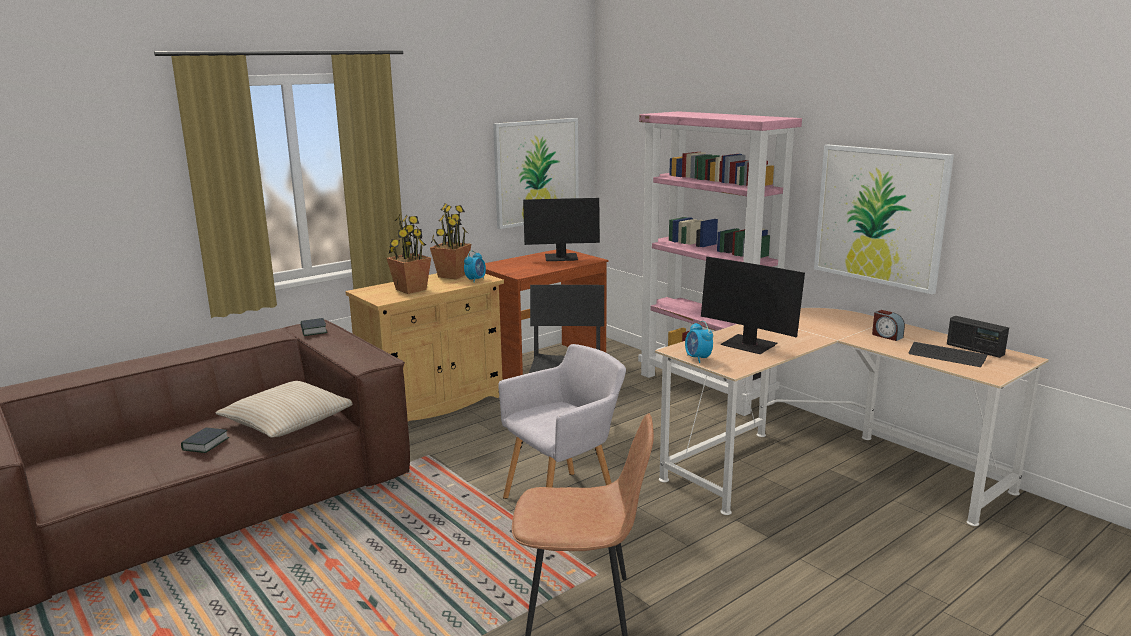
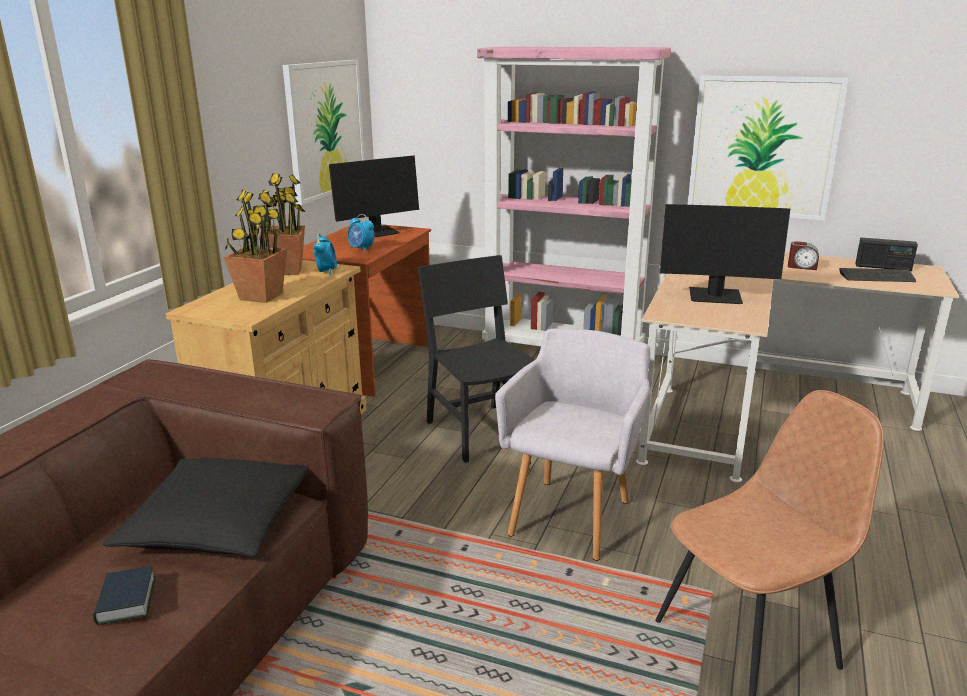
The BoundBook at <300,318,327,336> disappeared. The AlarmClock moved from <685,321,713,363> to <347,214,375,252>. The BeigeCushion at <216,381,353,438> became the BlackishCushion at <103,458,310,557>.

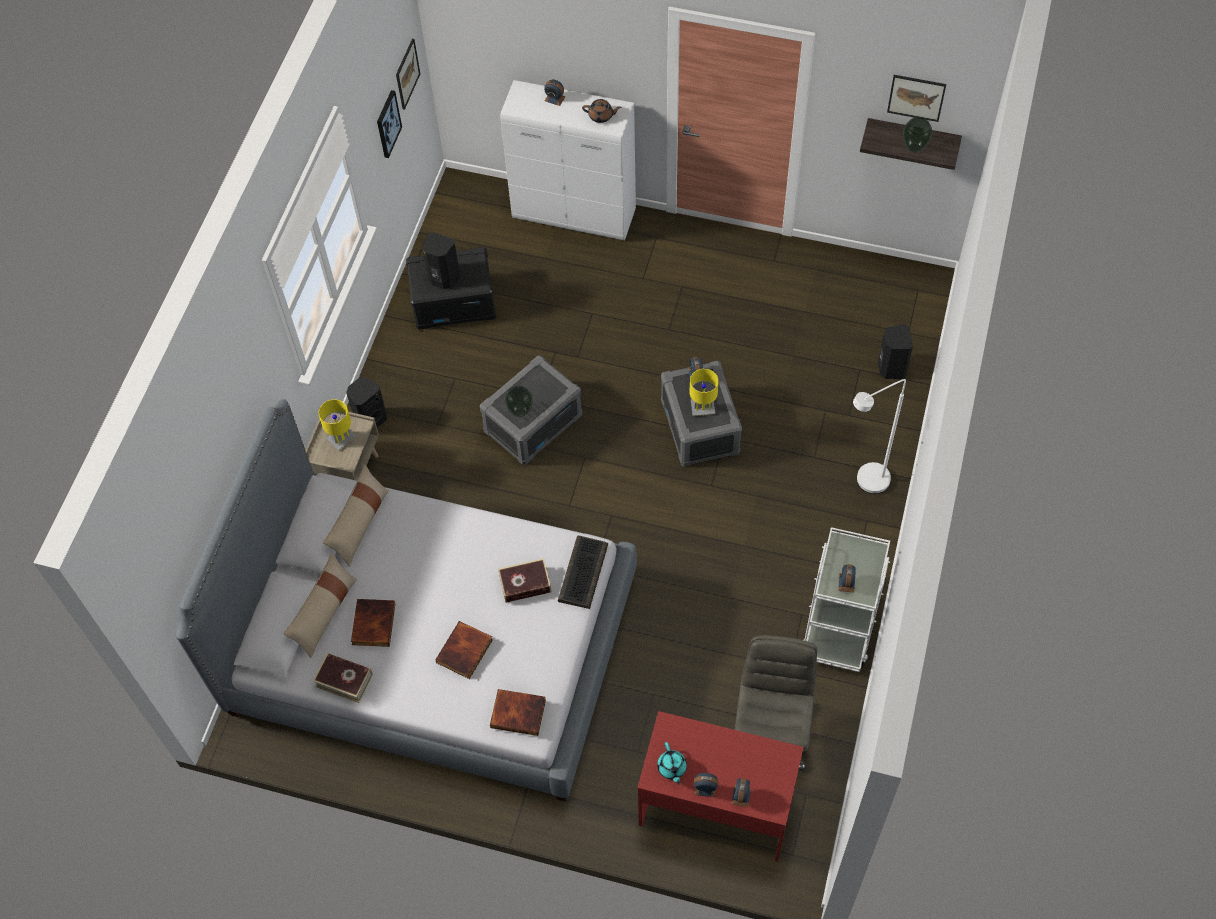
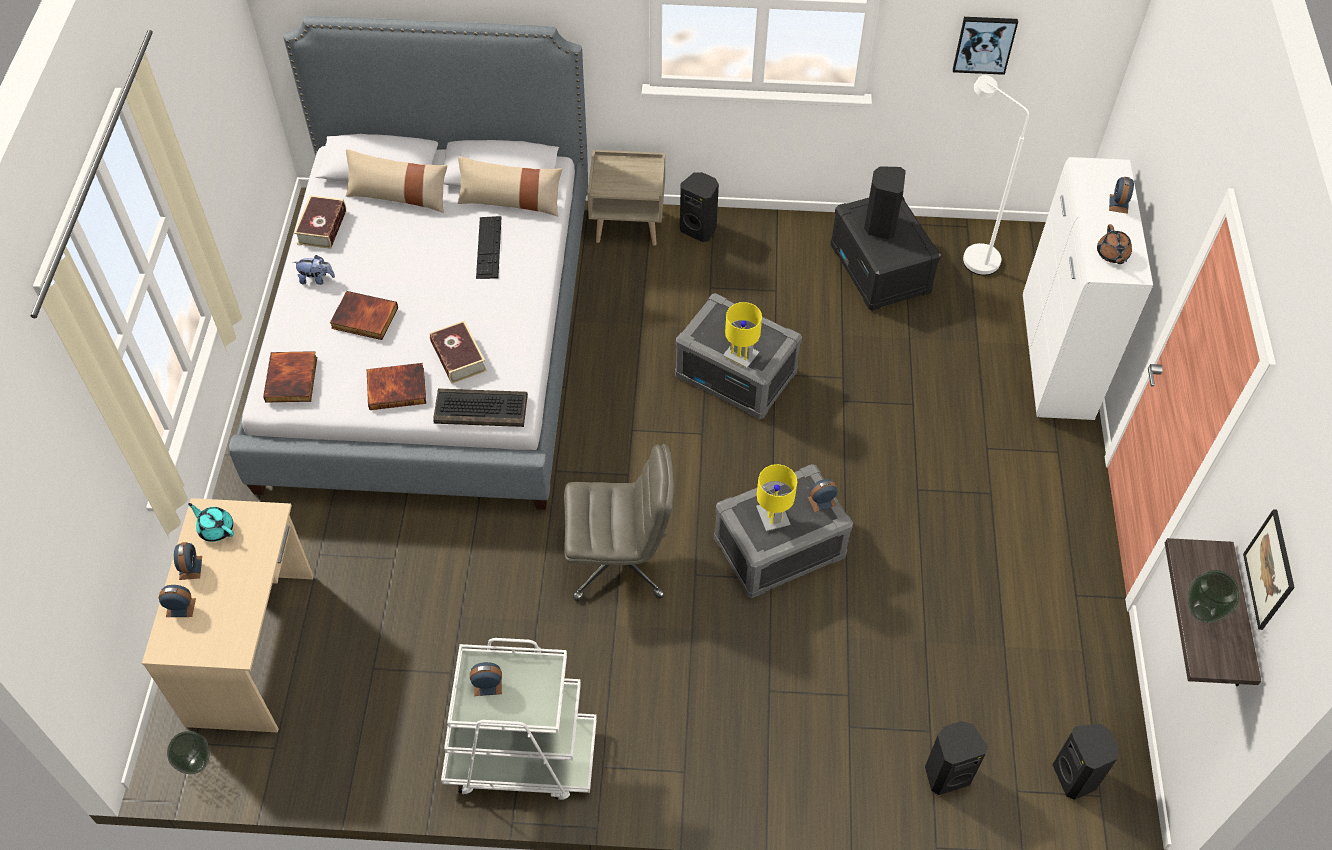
The WallPicture at <396,39,420,110> disappeared. The WhitishStandardLamp moved from <853,379,906,494> to <963,75,1029,275>. The DecorativeVase moved from <505,386,533,417> to <167,731,210,774>. The YellowishTableLamp moved from <318,399,356,450> to <723,302,762,368>. The BoundBook moved from <351,599,395,647> to <367,363,426,410>. The GreyishDeskChair moved from <735,635,817,771> to <564,444,674,601>. The ReddishDeskTable at <637,711,804,862> became the BeigeDeskTable at <142,498,314,733>. The TurquoiseTeaPot at <657,742,687,785> turned 60 degrees clockwise. The Keyboard at <476,216,502,279> appeared. The SoftToy at <293,255,335,285> appeared. The BlackishSpeaker at <1053,724,1119,800> appeared.

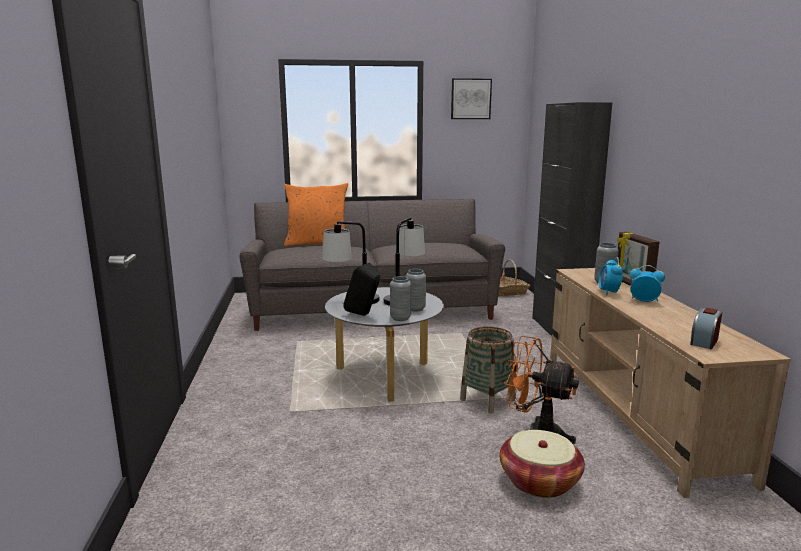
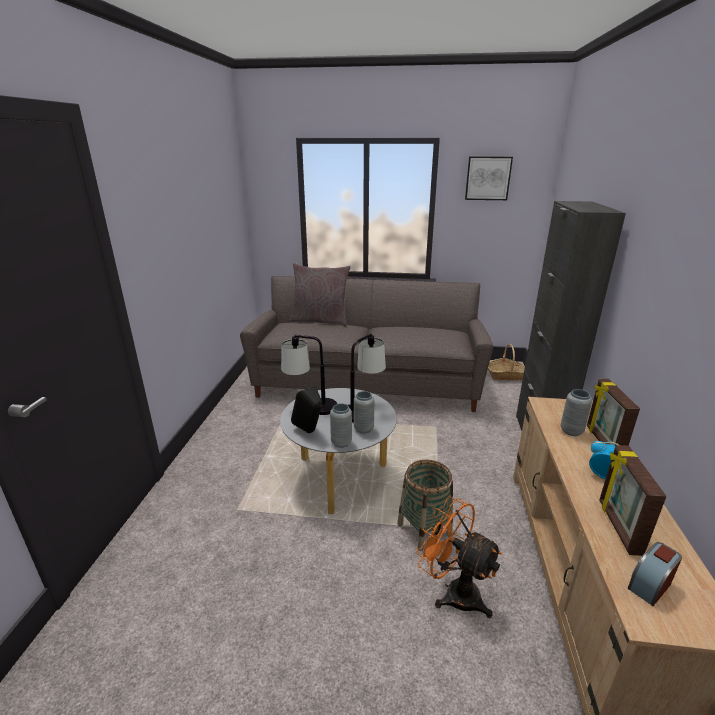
The OrangeColouredCushion at <284,183,348,247> became the GreyishCushion at <289,263,351,326>. The AlarmClock at <599,257,623,296> disappeared. The HouseholdBasket at <500,430,585,498> disappeared. The PictureFrame at <599,445,667,556> appeared.

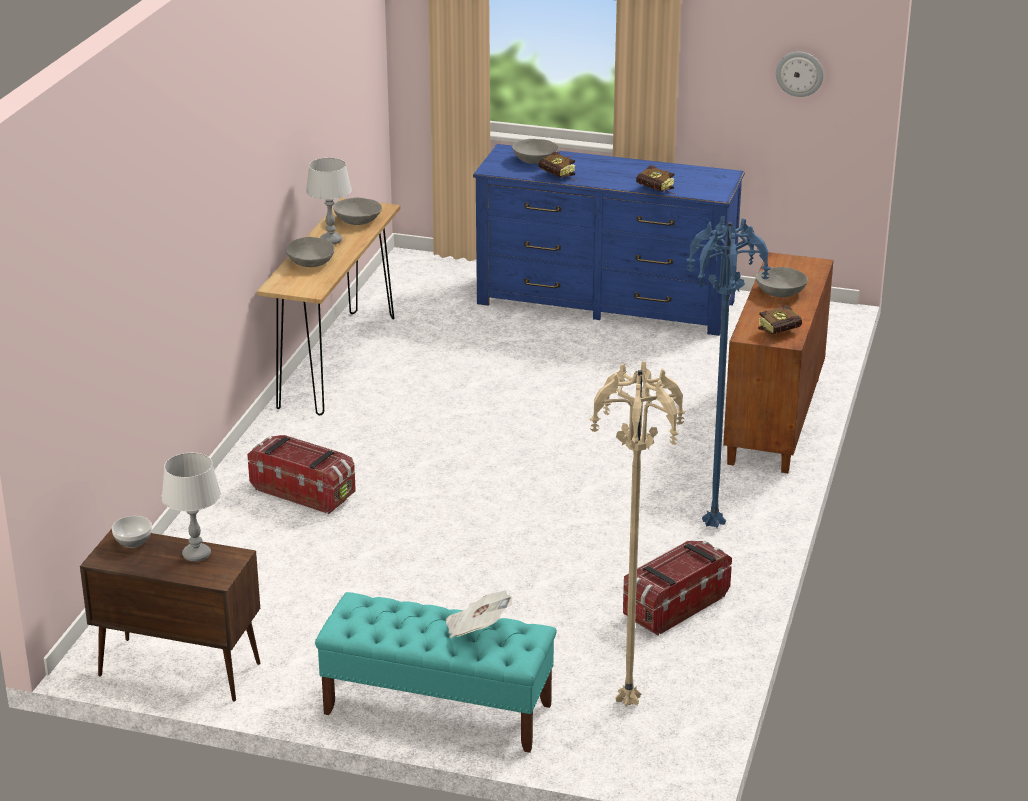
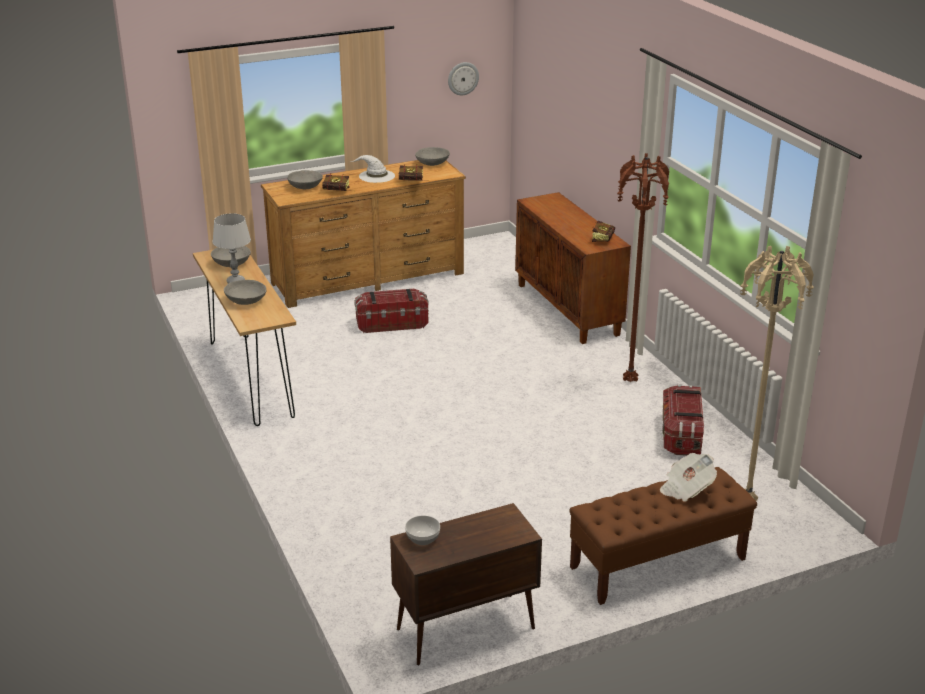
The BlueDresser at <473,144,745,336> became the BrownishDresser at <261,160,466,308>. The BlueStandardLamp at <686,216,771,528> became the BrownishStandardLamp at <617,153,669,382>. The GreyishBowl moved from <756,267,808,297> to <415,147,450,166>. The StorageBin moved from <247,435,356,514> to <354,289,429,333>. The GreyishTableLamp at <161,453,221,562> disappeared. The TurquoiseIndoorBench at <315,592,557,753> became the BrownishIndoorBench at <569,467,757,605>. The WhitishHat at <351,155,395,183> appeared.

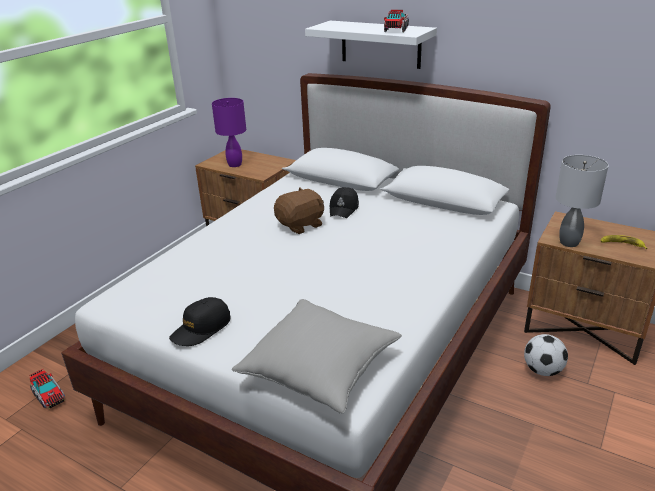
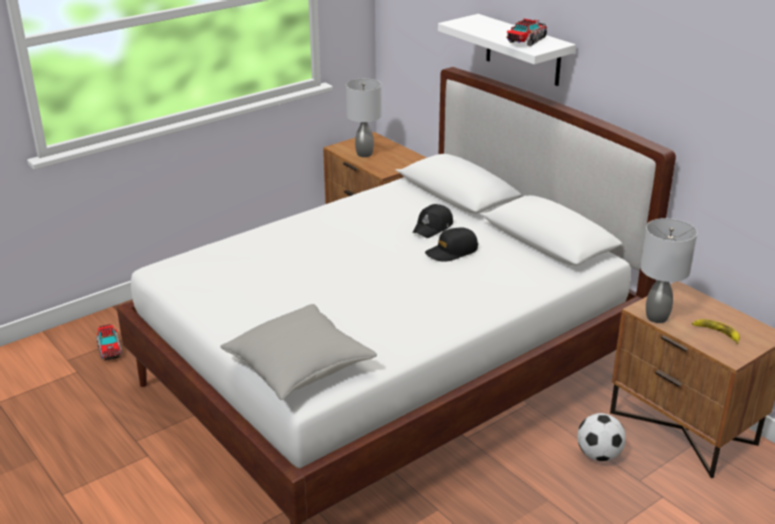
The PurpleColouredTableLamp at <212,98,246,167> became the GreyishTableLamp at <346,79,382,157>. The BrownishSoftToy at <274,187,324,234> disappeared. The BlackishBaseballCap moved from <169,297,231,346> to <425,227,478,262>.

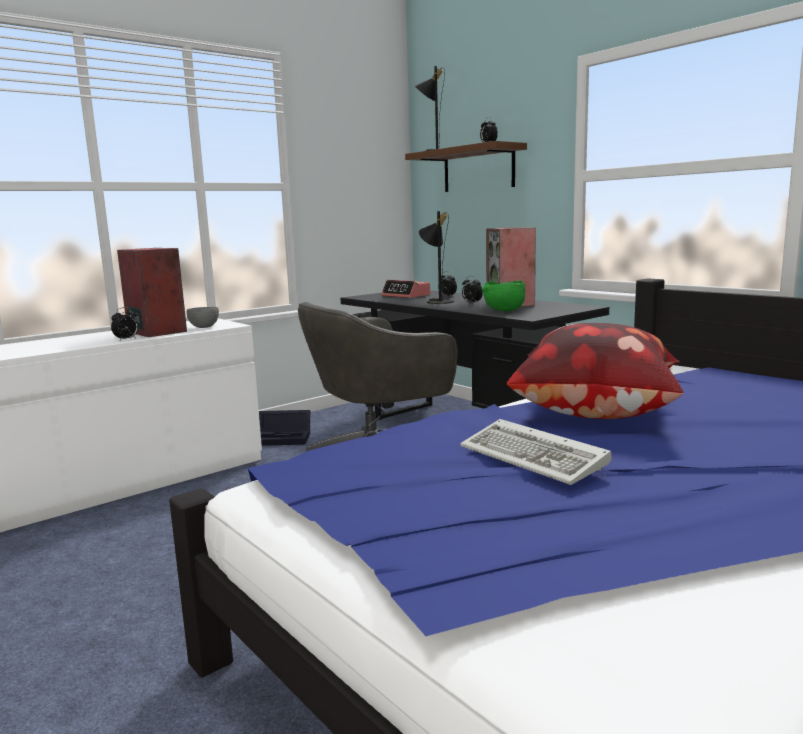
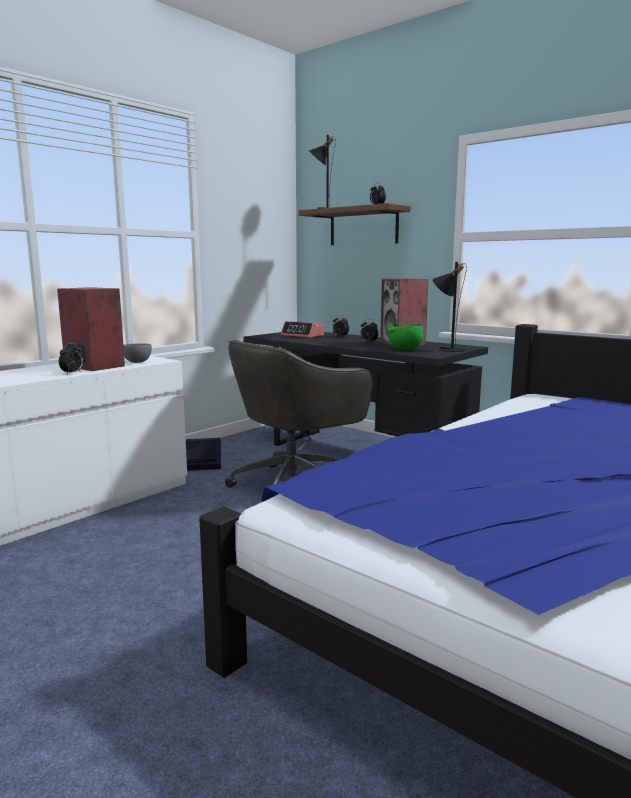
The BlackishTableLamp moved from <419,211,454,304> to <433,262,467,352>. The Cushion at <507,323,683,419> disappeared. The Keyboard at <460,419,612,485> disappeared.

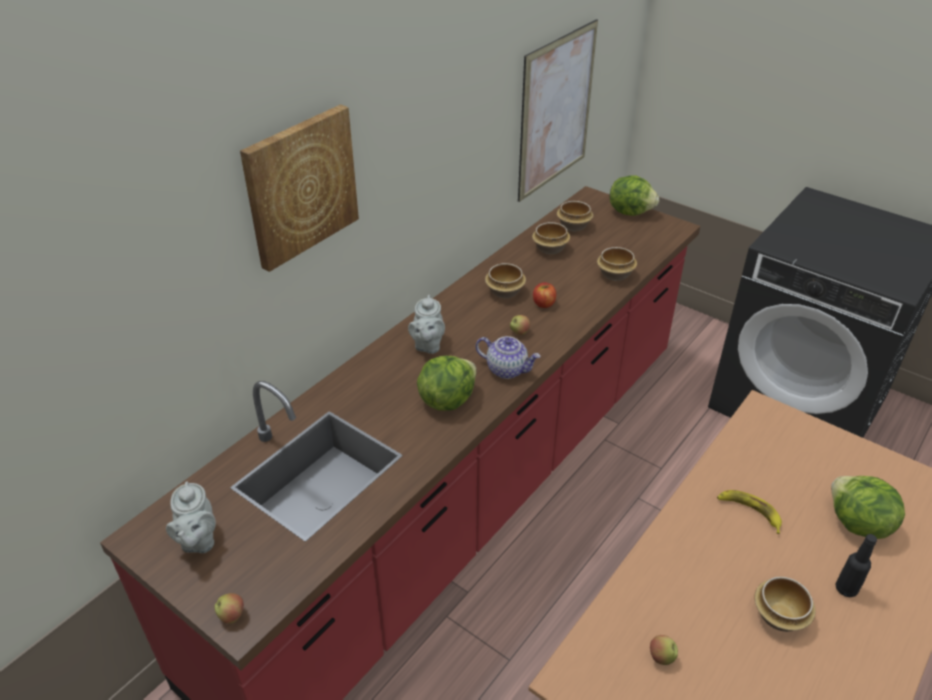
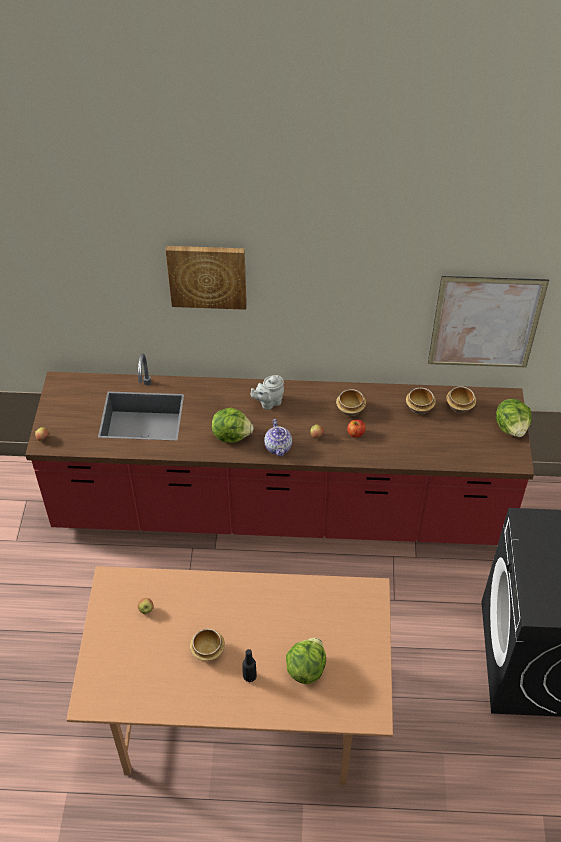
The Bowl at <597,247,637,281> disappeared. The GreyishTeaPot at <166,481,216,553> disappeared. The BananaFruit at <717,490,782,534> disappeared.

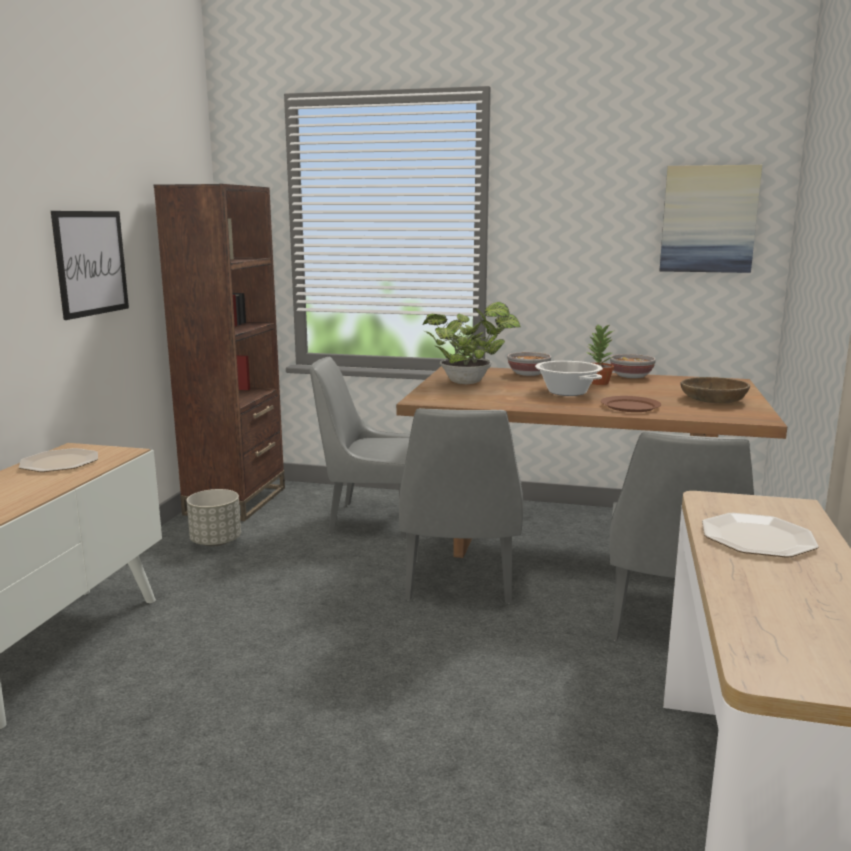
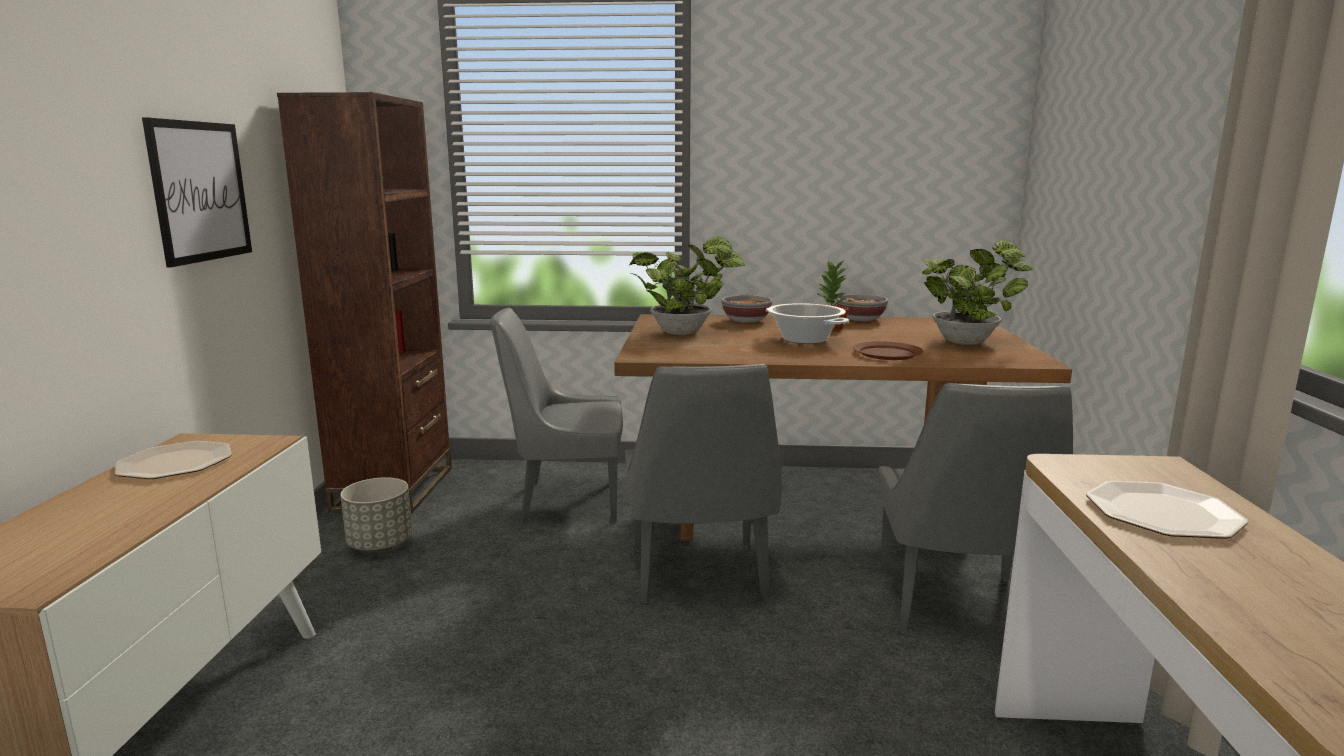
The WallPicture at <659,165,762,273> disappeared. The BrownishBowl at <681,377,750,403> was replaced by the Houseplant at <922,240,1033,345>.

